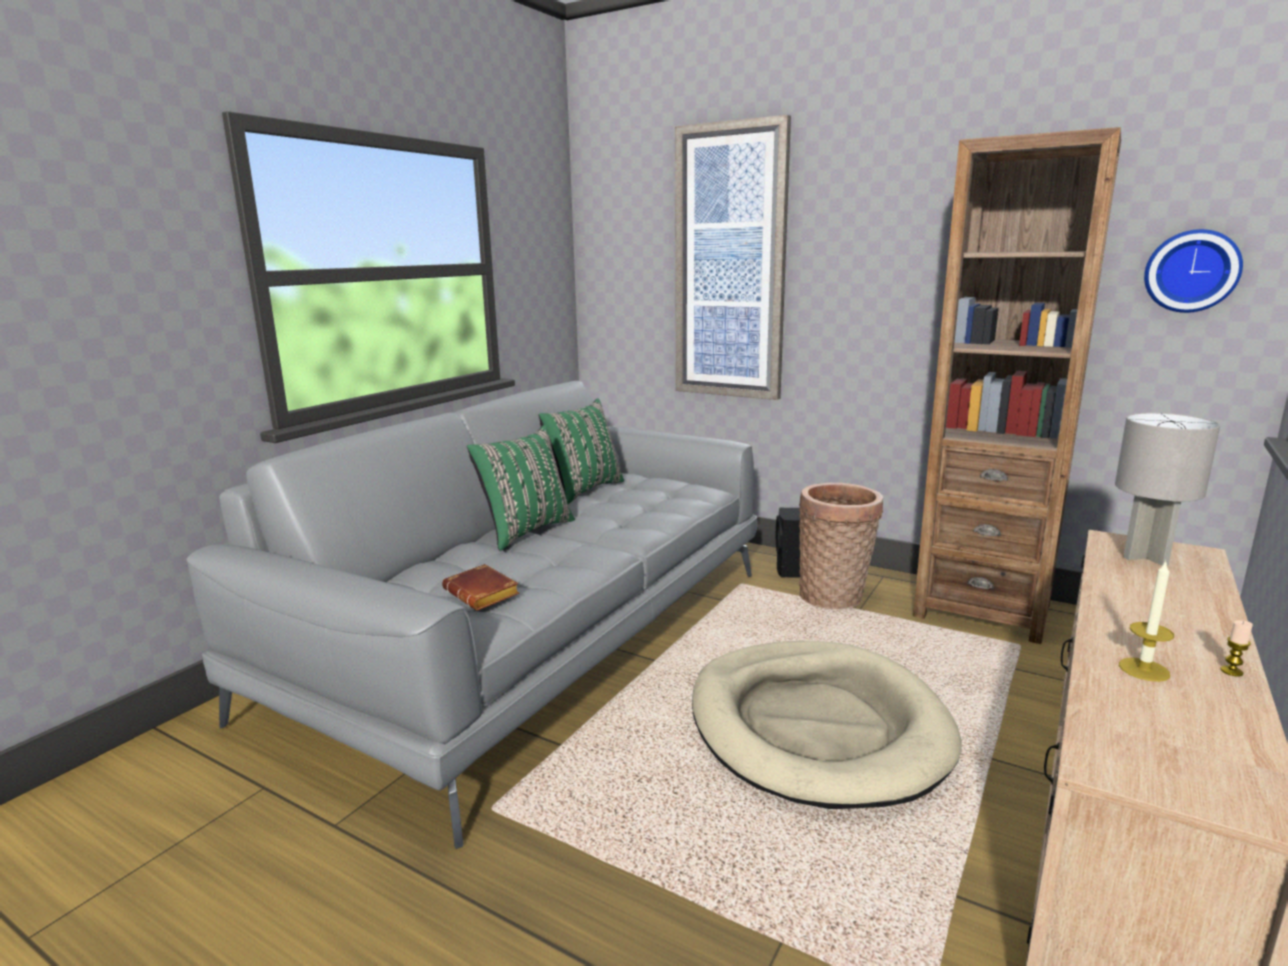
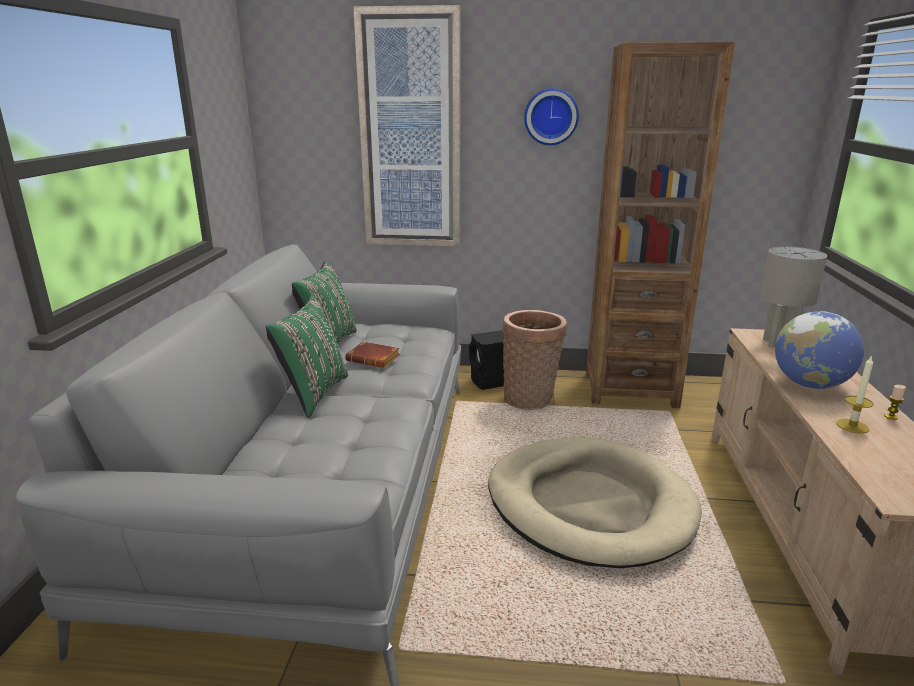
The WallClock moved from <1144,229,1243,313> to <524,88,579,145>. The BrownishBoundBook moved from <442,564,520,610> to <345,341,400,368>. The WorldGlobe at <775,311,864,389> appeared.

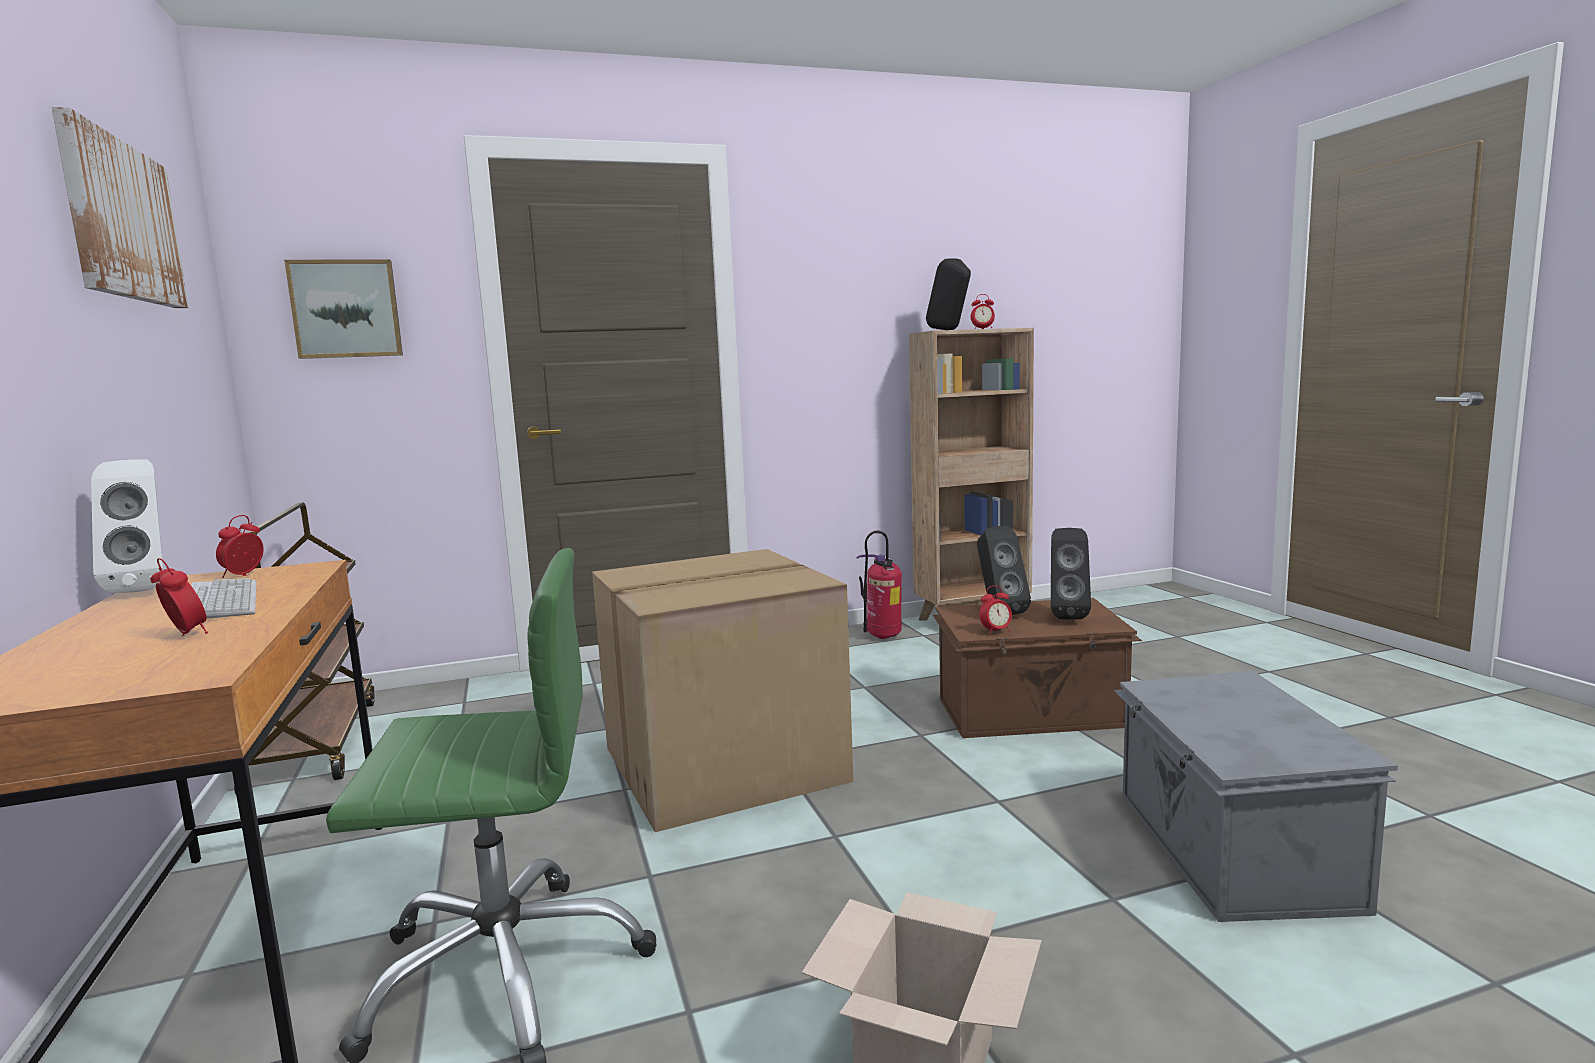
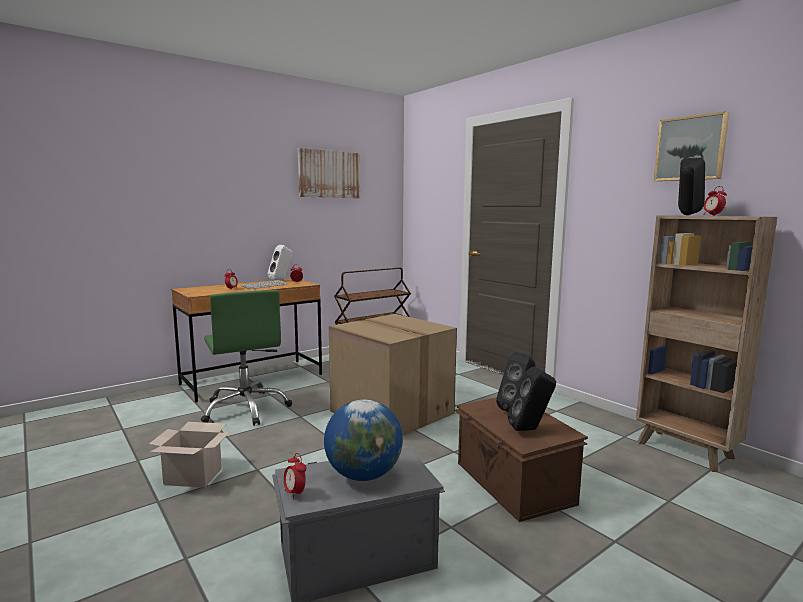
The WallPicture moved from <284,259,403,359> to <654,111,729,181>. The FireExtinguisher at <856,531,902,639> disappeared. The AlarmClock moved from <979,585,1012,634> to <284,453,306,500>. The WorldGlobe at <324,399,403,481> appeared.

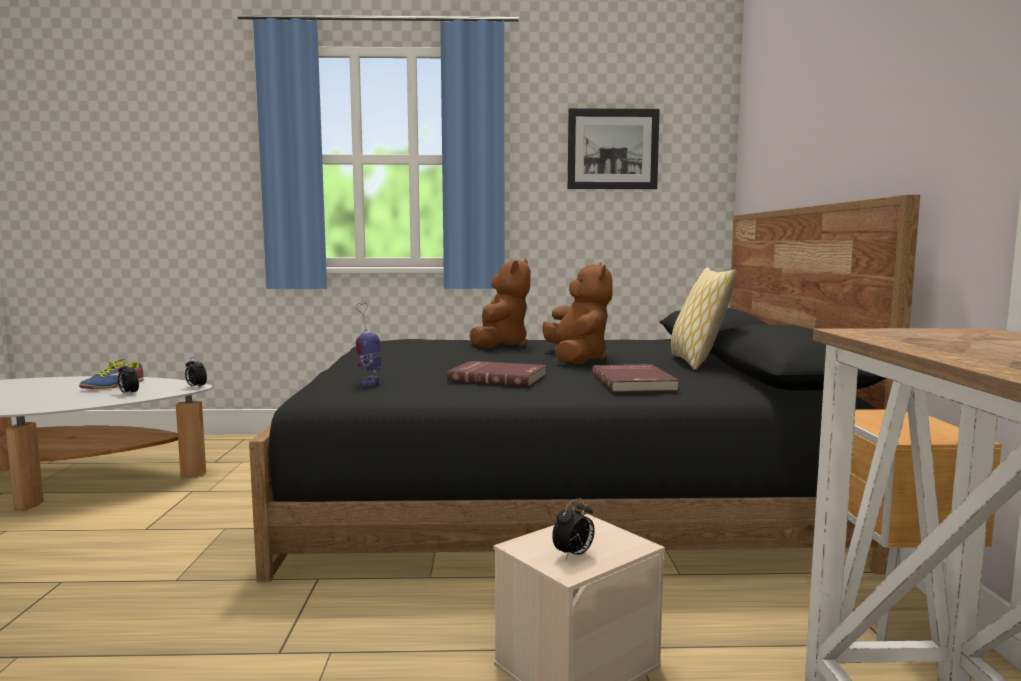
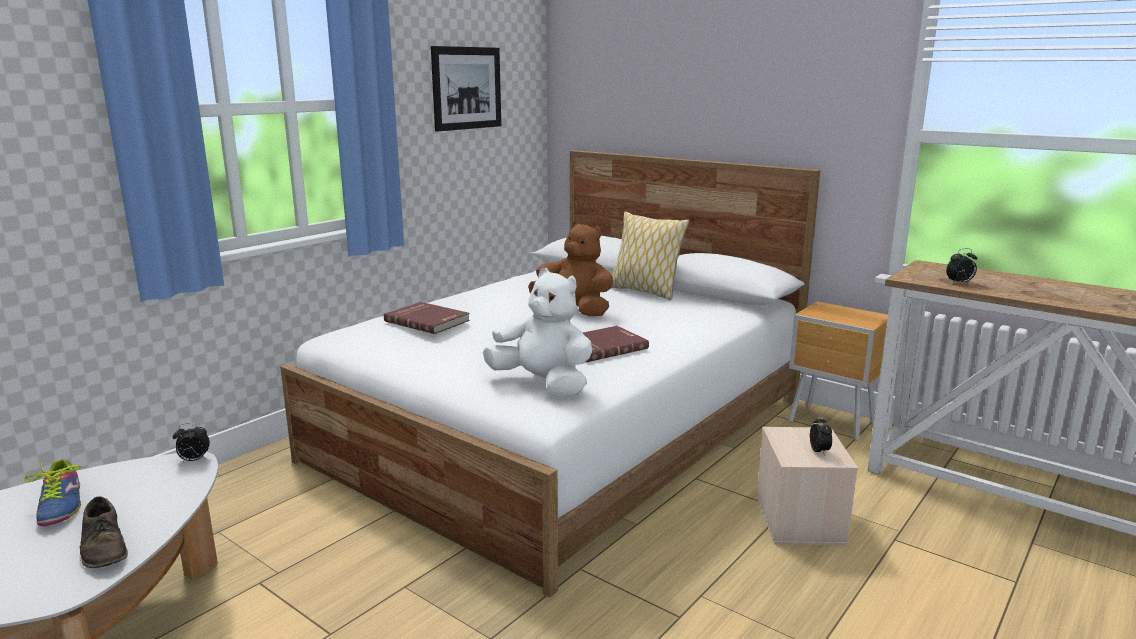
The BlackishBed at <249,195,920,582> became the WhitishBed at <280,150,820,598>. The BrownishSoftToy at <470,258,531,348> disappeared. The RobotFigure at <356,302,383,386> was replaced by the WhitishSoftToy at <483,268,592,397>. The AlarmClock moved from <118,362,139,395> to <946,248,977,283>. The ReddishBoundBook moved from <592,364,679,392> to <384,302,470,334>. The BrownishItemOfFootwear at <80,496,128,568> appeared.

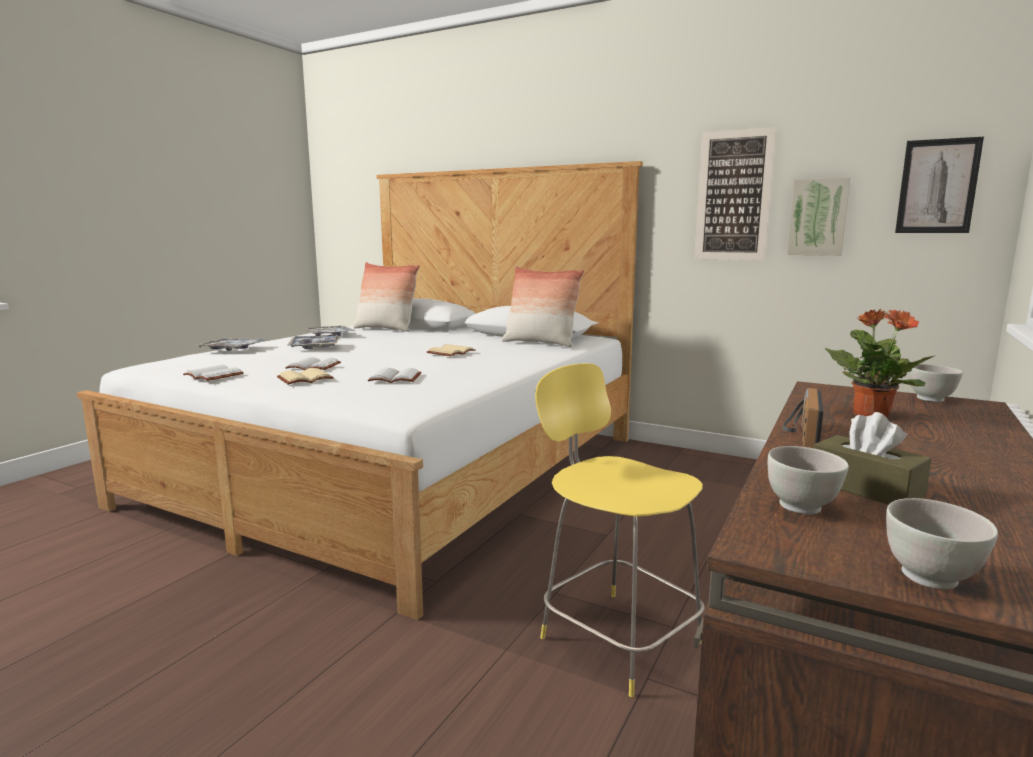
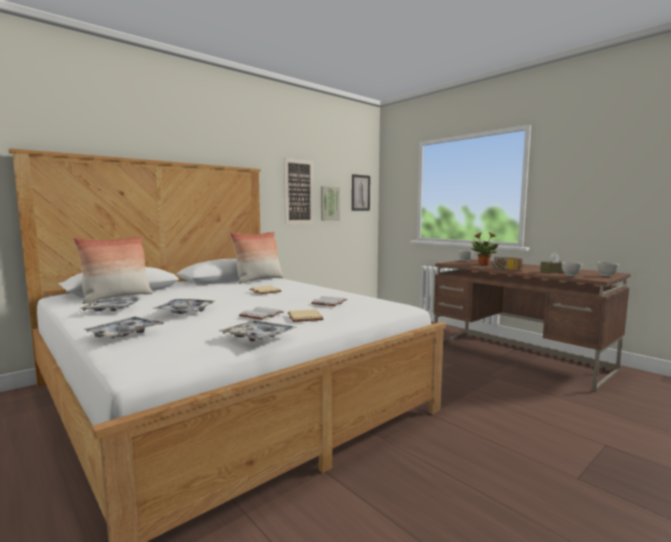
The YellowishStool at <535,363,705,697> disappeared. The WhitishBoundBook at <183,365,244,381> was replaced by the Tray at <219,320,297,341>.

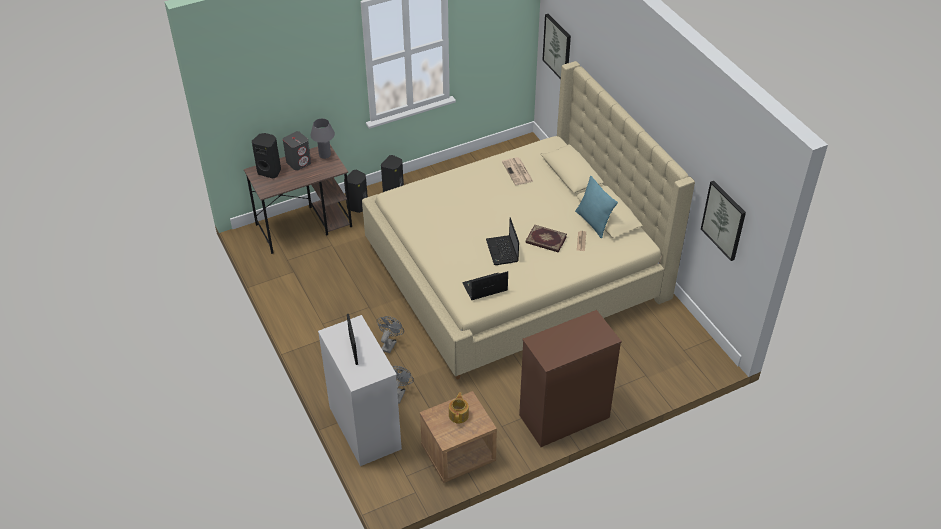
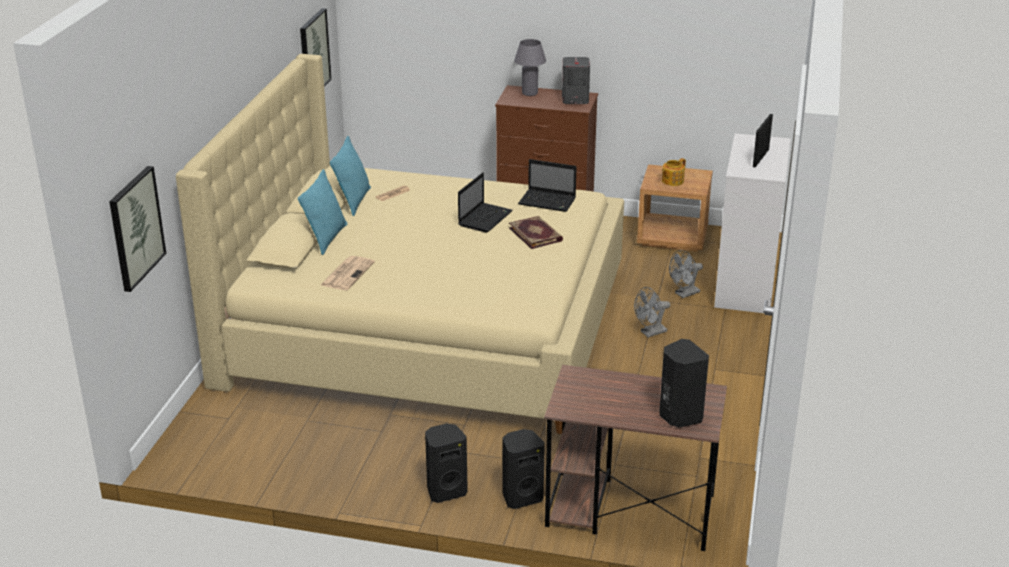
The GreyishTableLamp moved from <310,119,335,159> to <514,39,546,96>. The GreyishSpeaker moved from <283,131,311,171> to <562,57,590,104>. The BoundBook moved from <526,225,567,253> to <509,216,563,249>. The TurquoiseCushion at <298,169,347,255> appeared.

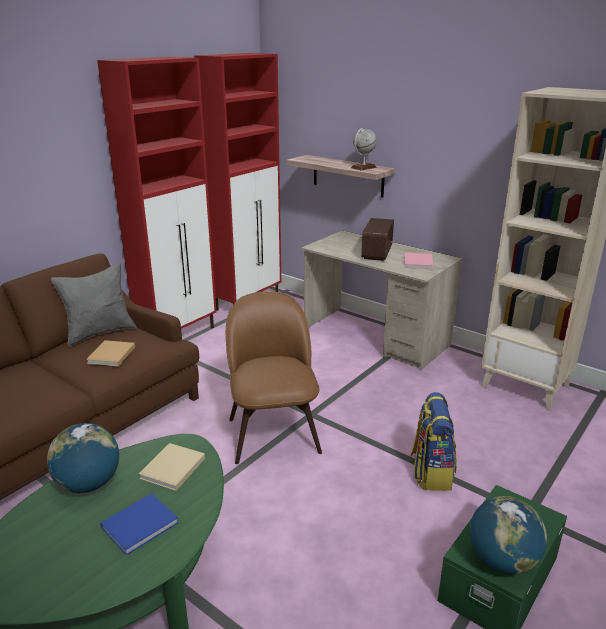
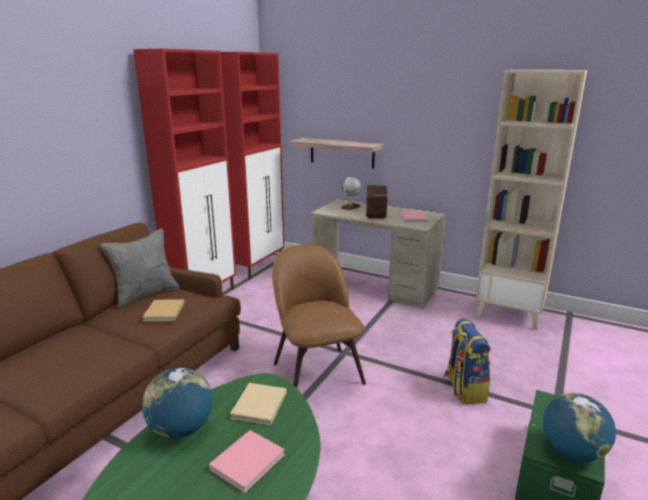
The WorldGlobe moved from <351,128,377,171> to <341,177,361,210>. The BlueBoundBook at <100,494,179,556> became the PinkBoundBook at <209,430,285,493>.

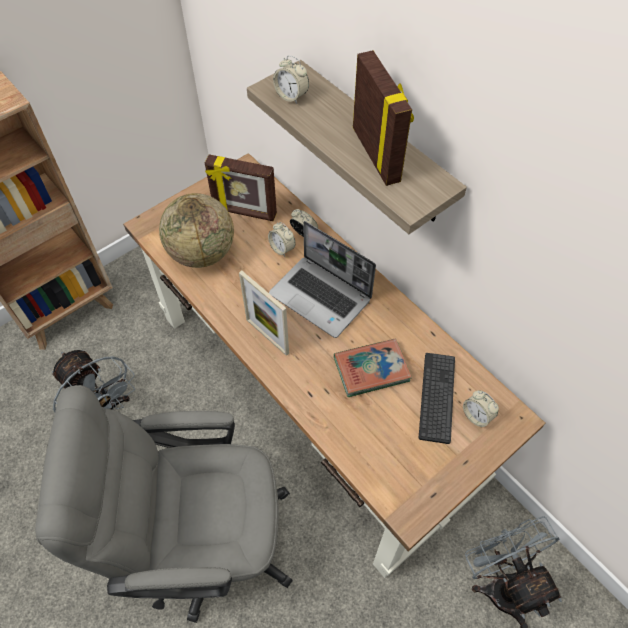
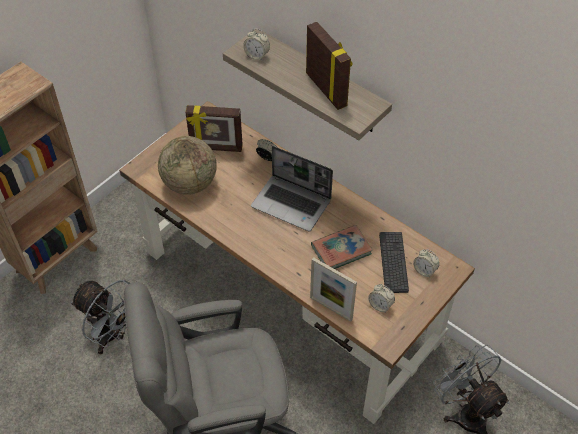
The AlarmClock moved from <268,222,295,257> to <368,284,395,313>. The PictureFrame moved from <239,271,289,356> to <310,257,357,321>.

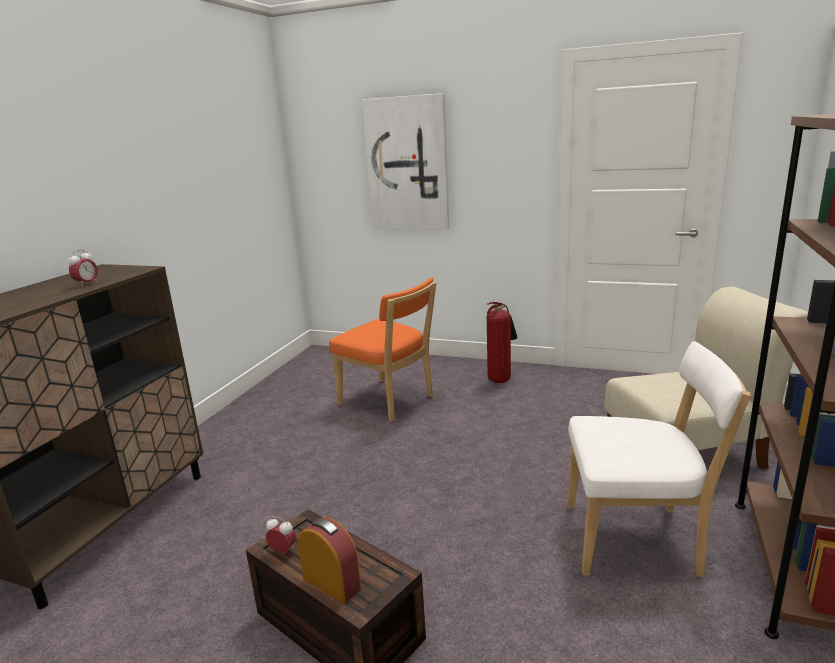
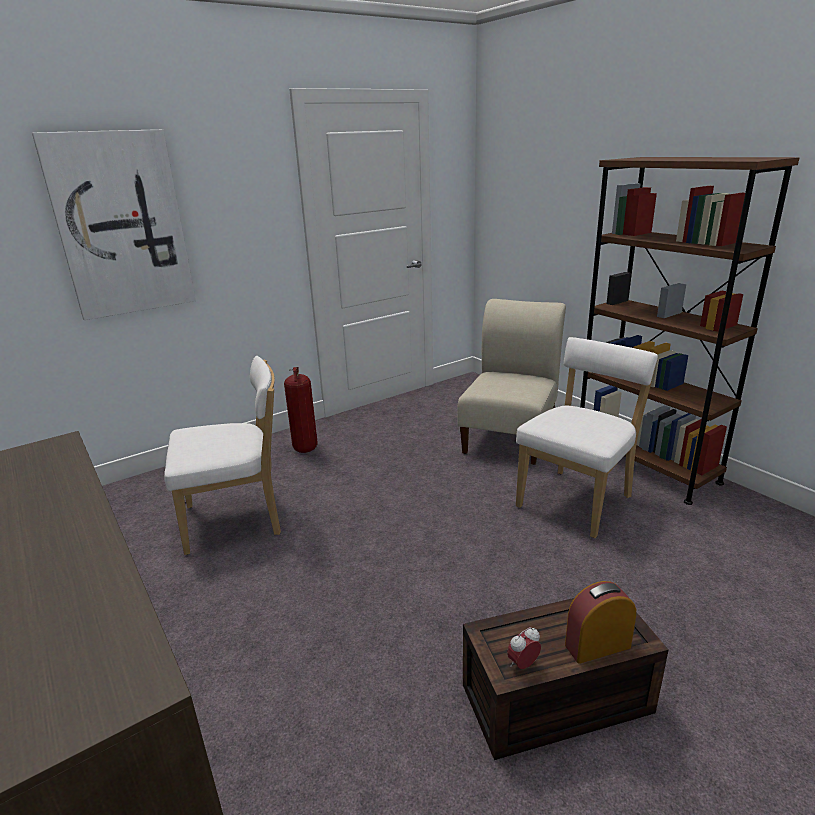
The AlarmClock at <68,250,98,287> disappeared. The OrangeColouredPlainChair at <329,277,437,422> became the WhitishPlainChair at <164,356,281,555>.

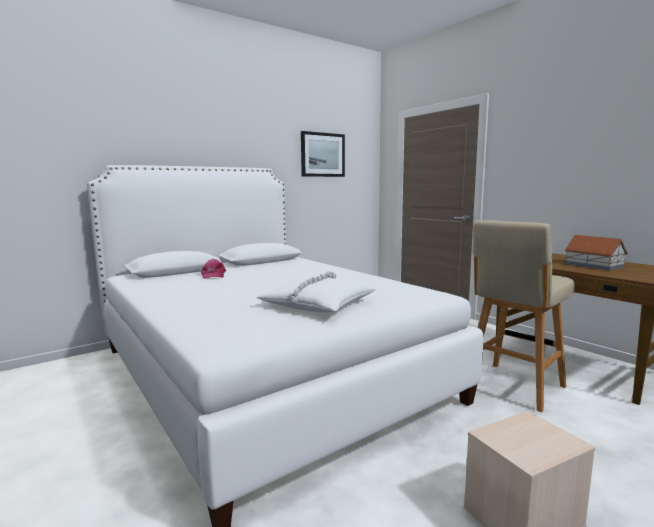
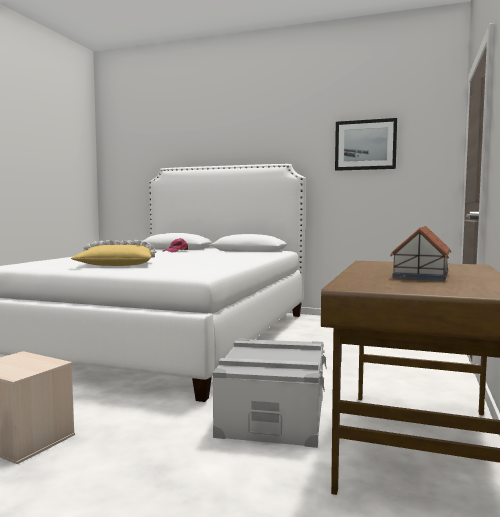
The BeigeStool at <473,220,575,412> was replaced by the GreyishStorageBin at <213,339,327,448>. The WhitishCushion at <257,271,376,313> became the YellowishCushion at <71,240,157,266>.

